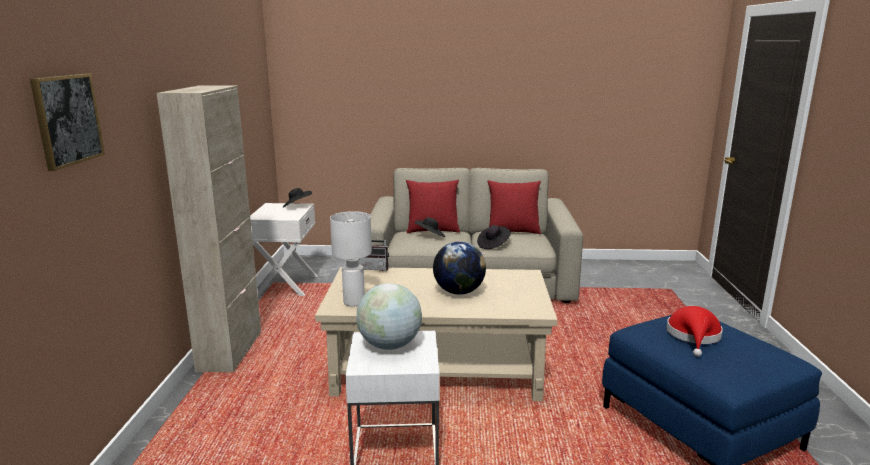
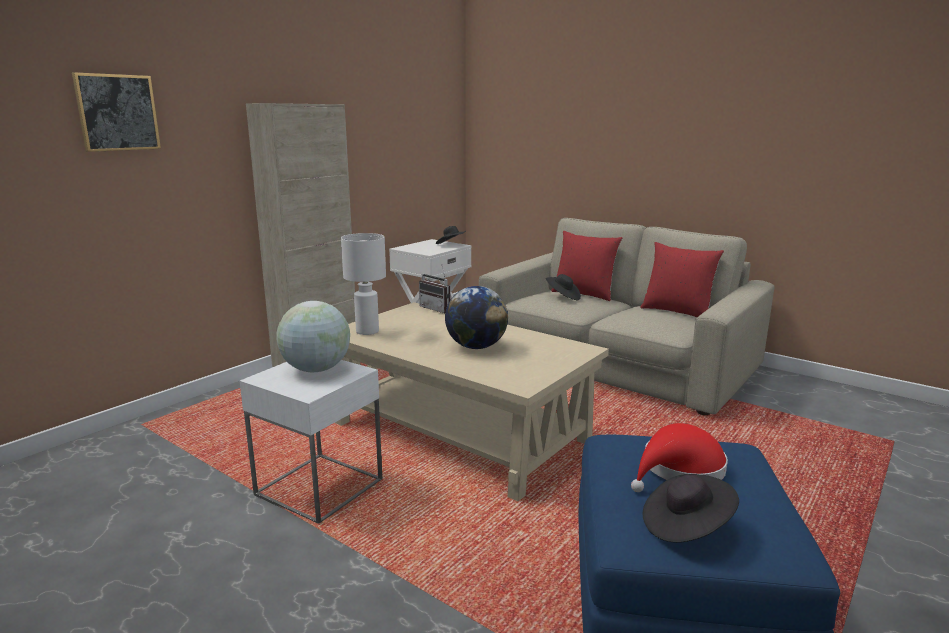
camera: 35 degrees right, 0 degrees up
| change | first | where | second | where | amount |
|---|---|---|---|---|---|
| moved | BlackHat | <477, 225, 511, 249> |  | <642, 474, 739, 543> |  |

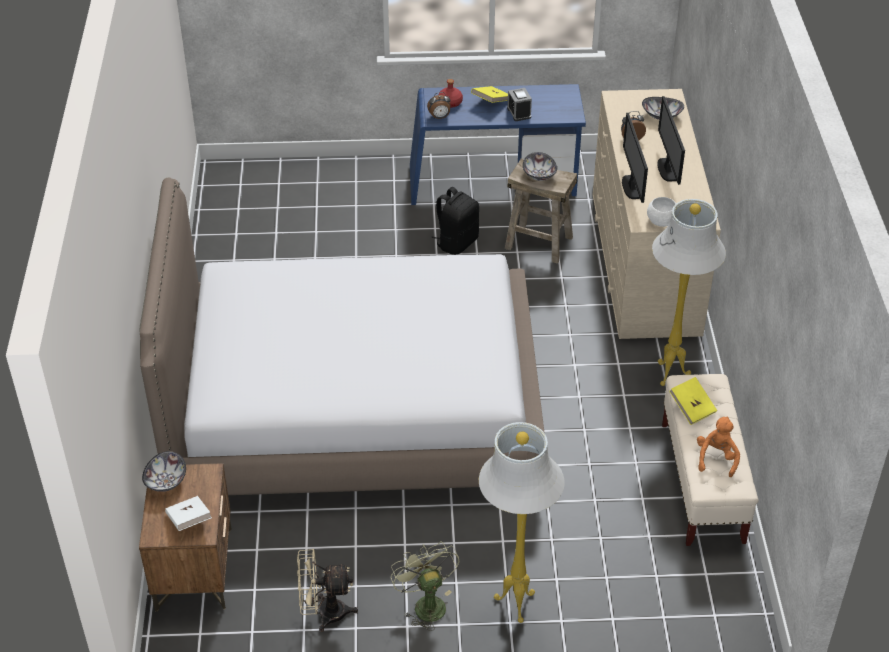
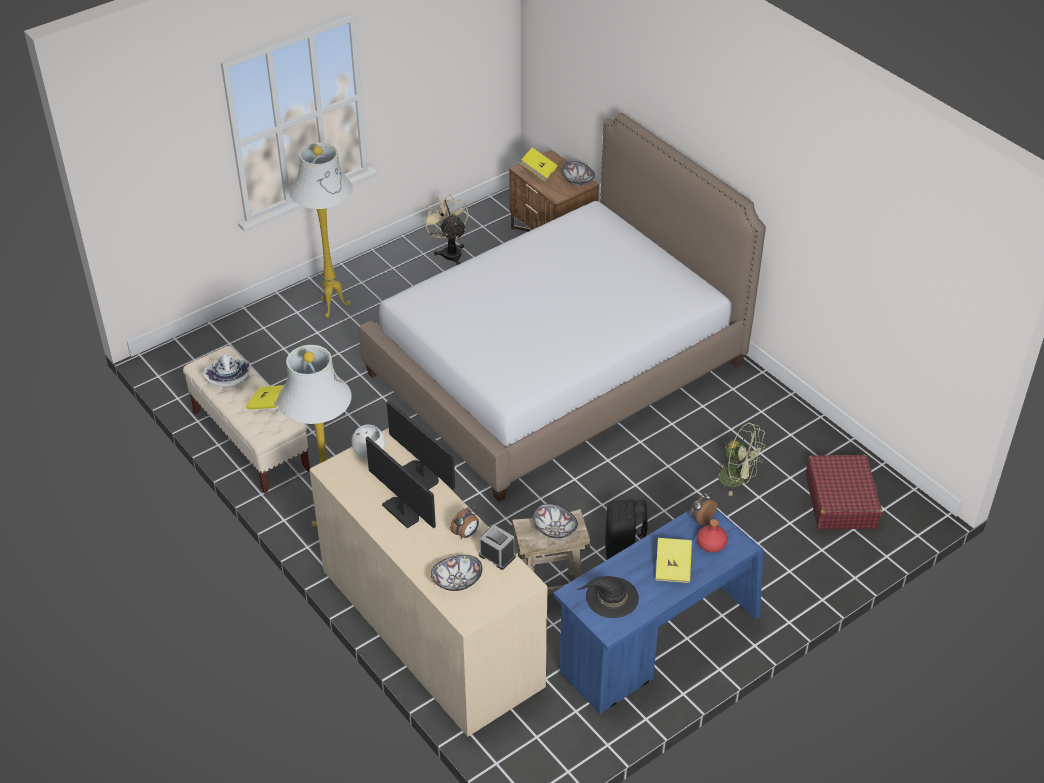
camera: 145 degrees right, 0 degrees up
| change | first | where | second | where | amount |
|---|---|---|---|---|---|
| recoloured | WhiteBook | <165, 496, 212, 531> | YellowBook | <520, 147, 558, 181> |  |
| turned | BeigeFan | <297, 549, 358, 632> |  | <422, 194, 468, 265> | 75 degrees counterclockwise |
| moved | GreenFan | <391, 541, 459, 631> |  | <715, 423, 766, 496> |  |
| moved | AlarmClock | <507, 88, 532, 121> |  | <479, 525, 516, 570> |  |
| replaced | OrangePlushToy | <697, 416, 740, 477> | WhiteHat | <203, 354, 251, 387> |  |
| added |  |  | BlackHat | <576, 576, 639, 618> |  |
| added |  |  | RedSuitcase | <806, 454, 882, 530> |  |

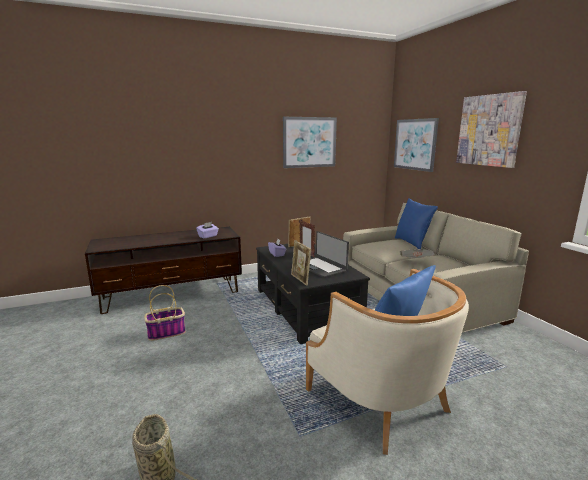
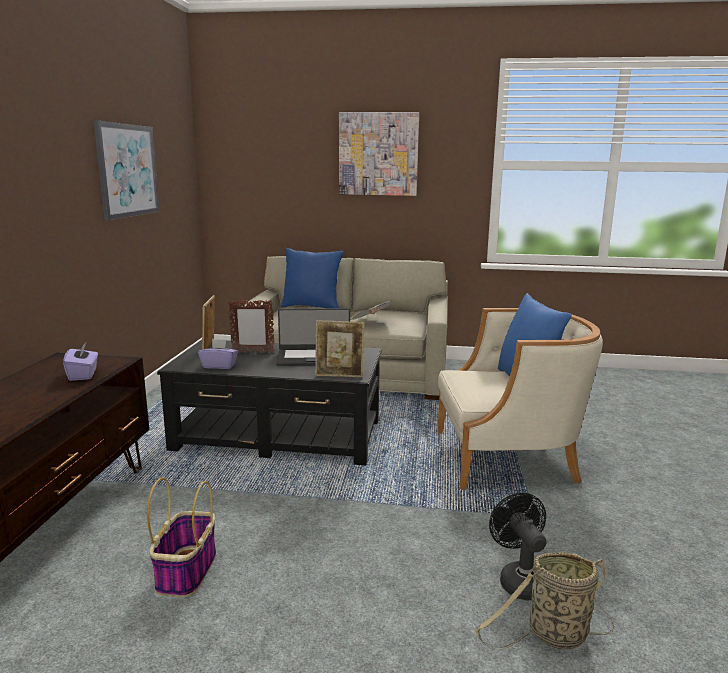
camera: 60 degrees left, 0 degrees up
| change | first | where | second | where | amount |
|---|---|---|---|---|---|
| removed | Picture | <394, 118, 439, 172> |  |  |  |
| added |  |  | BlackFan | <489, 493, 547, 601> |  |

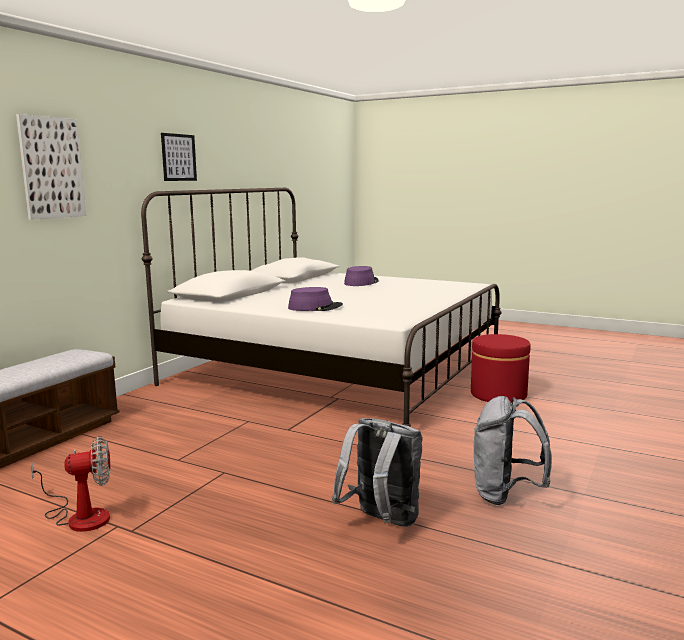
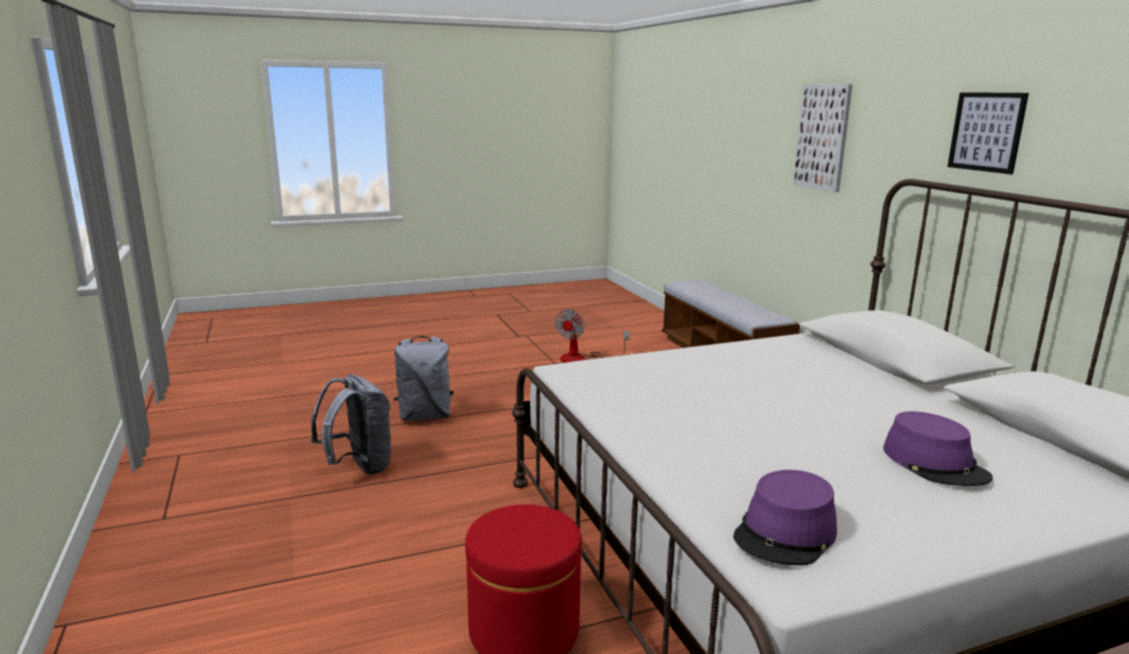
camera: 130 degrees right, 5 degrees up
| change | first | where | second | where | amount |
|---|---|---|---|---|---|
| moved | PurpleHat | <288, 287, 343, 311> |  | <733, 470, 837, 565> |  |

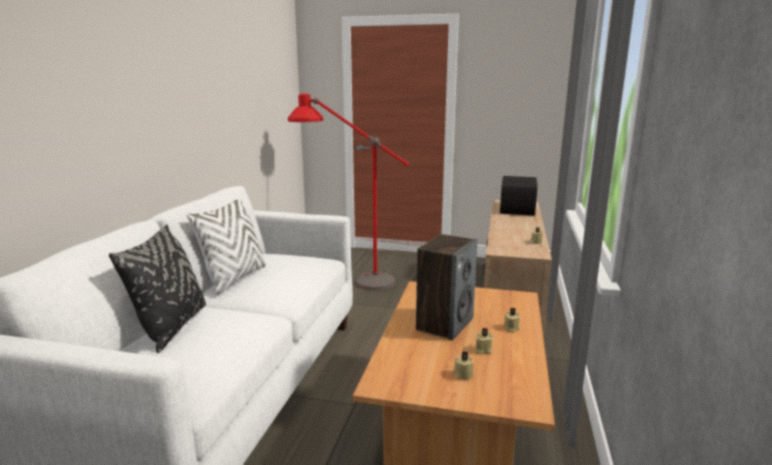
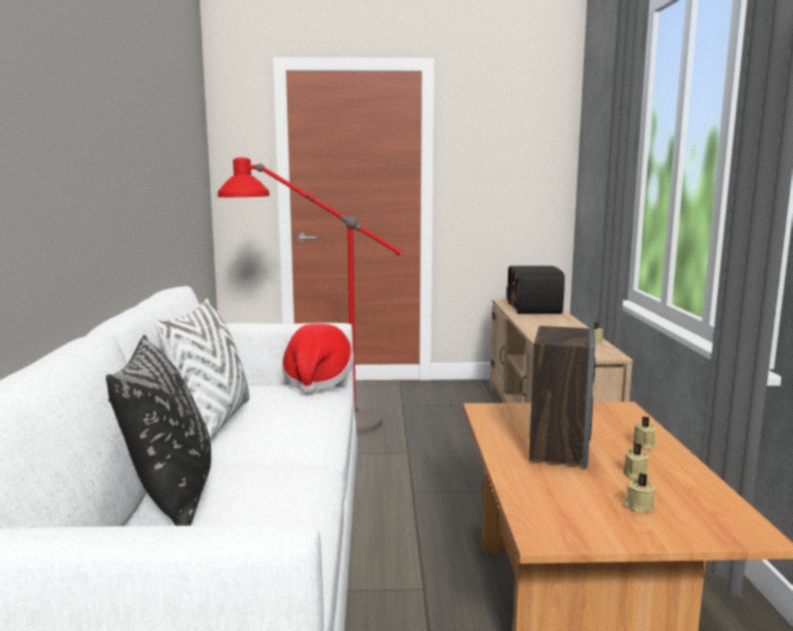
camera: 15 degrees left, 5 degrees down
| change | first | where | second | where | amount |
|---|---|---|---|---|---|
| added |  |  | Hat | <282, 324, 354, 394> |  |

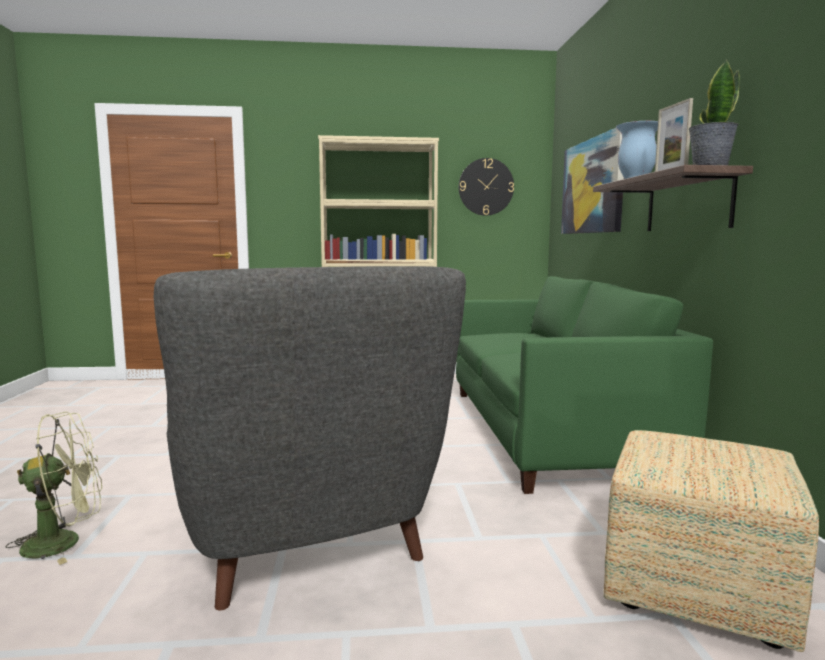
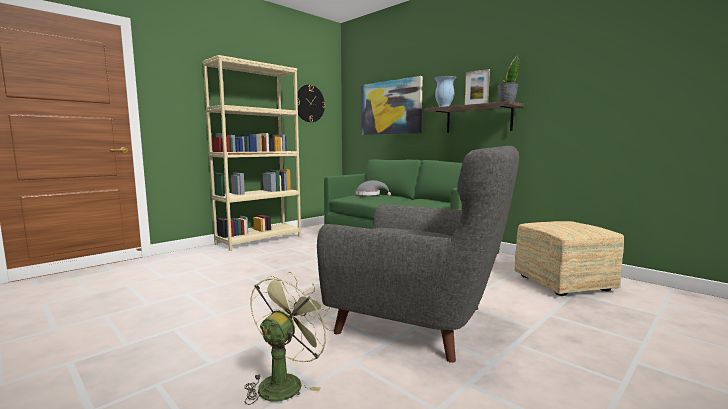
camera: 40 degrees left, 0 degrees up
| change | first | where | second | where | amount |
|---|---|---|---|---|---|
| added |  |  | GreyHat | <356, 180, 391, 196> |  |

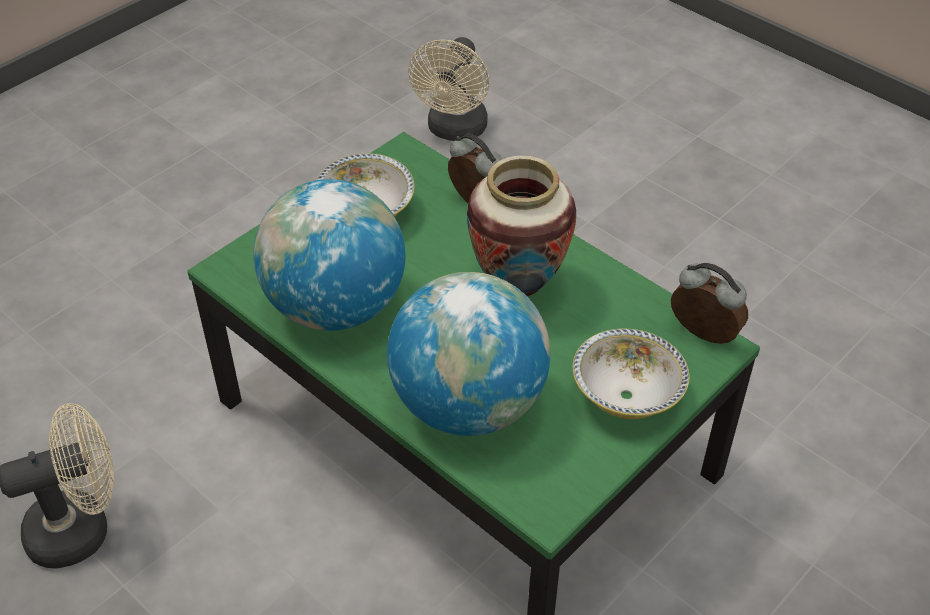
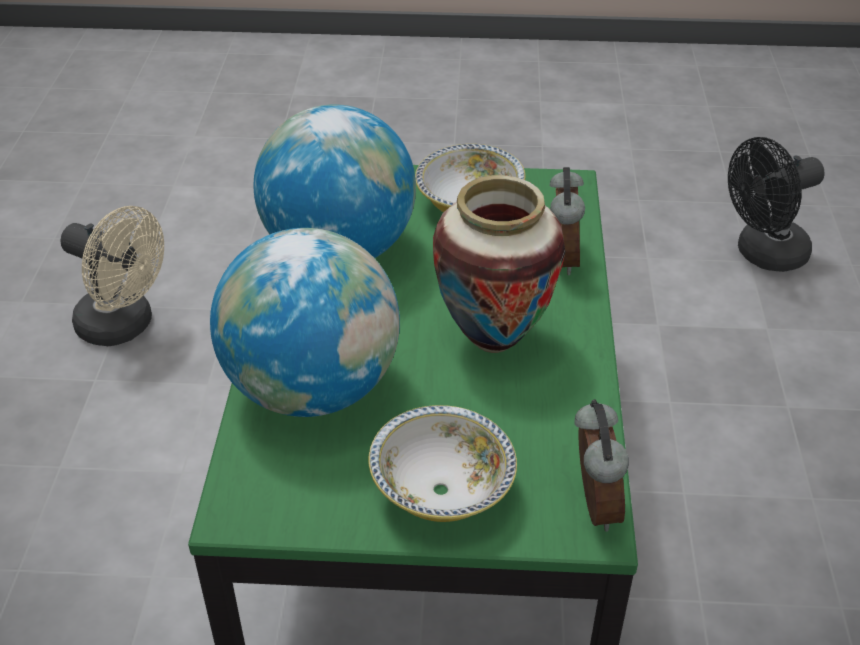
camera: 50 degrees right, 5 degrees down
| change | first | where | second | where | amount |
|---|---|---|---|---|---|
| recoloured | BeigeFan | <409, 37, 489, 141> | BlackFan | <728, 137, 825, 272> |  |

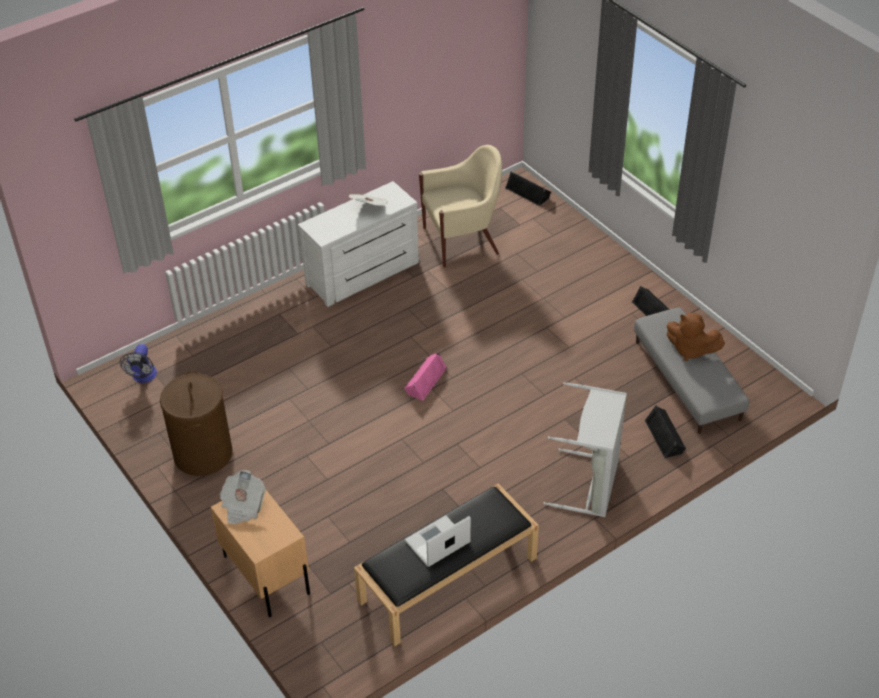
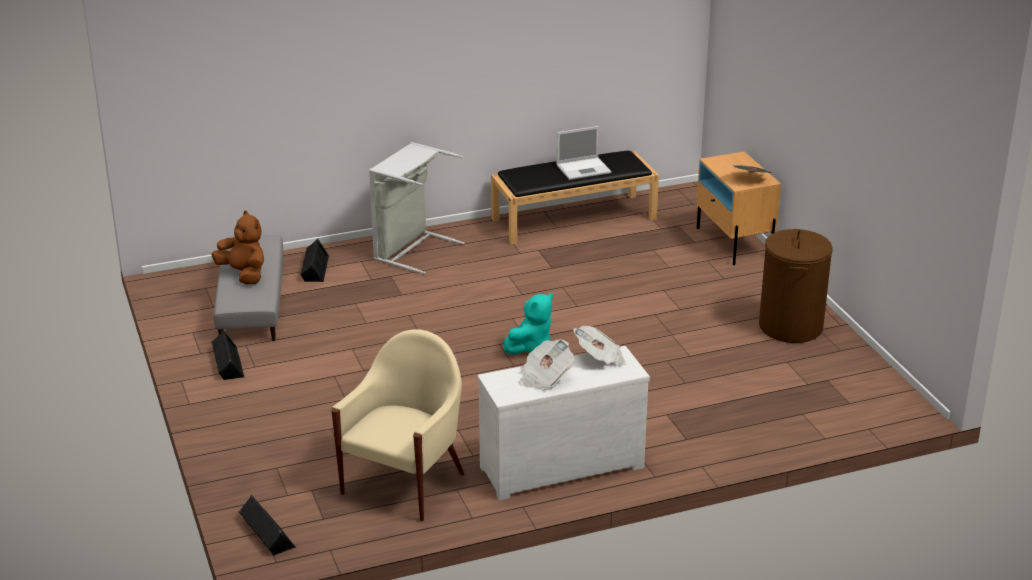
camera: 165 degrees left, 15 degrees down
| change | first | where | second | where | amount |
|---|---|---|---|---|---|
| removed | Fan | <120, 344, 157, 383> |  |  |  |
| replaced | PinkSpeaker | <404, 352, 447, 401> | TurquoisePlushToy | <504, 293, 553, 355> |  |
| turned | BeigeArmchair | <419, 145, 502, 267> |  | <331, 329, 464, 521> | 120 degrees clockwise |
| added |  |  | Newspaper | <573, 326, 627, 365> |  |

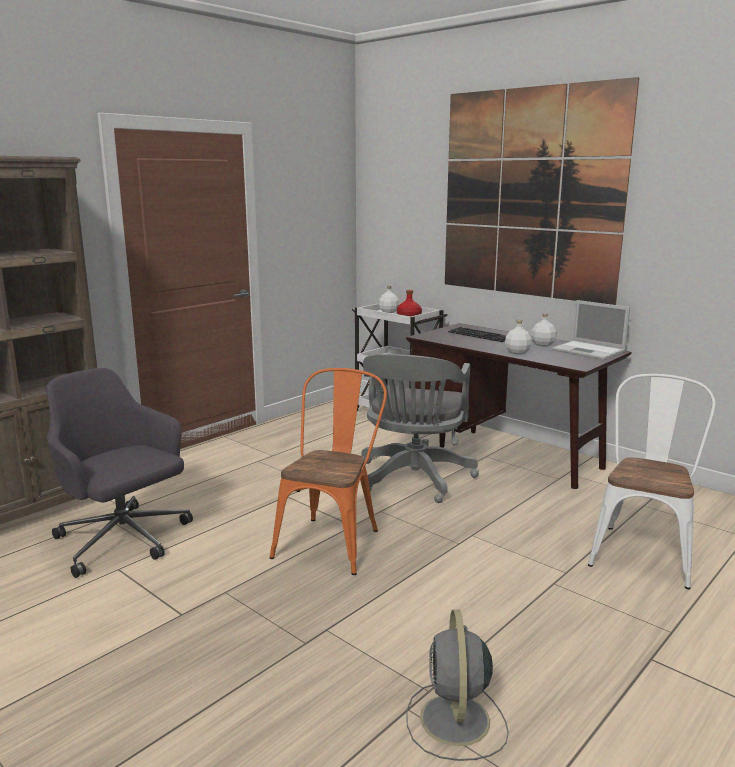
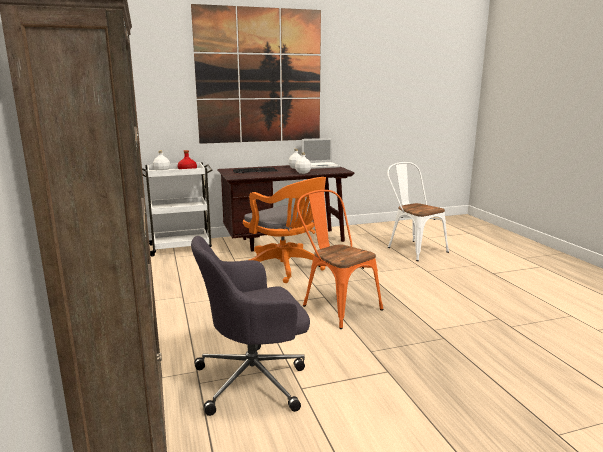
camera: 60 degrees left, 0 degrees up
| change | first | where | second | where | amount |
|---|---|---|---|---|---|
| recoloured | GreyOfficeChair | <362, 354, 479, 503> | OrangeOfficeChair | <243, 177, 326, 283> |  |
| removed | GreyFan | <406, 610, 509, 761> |  |  |  |

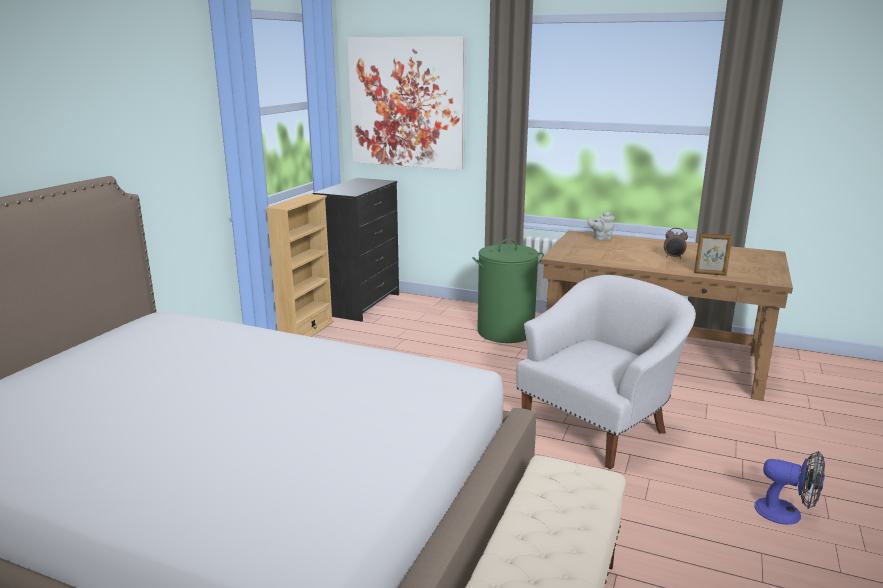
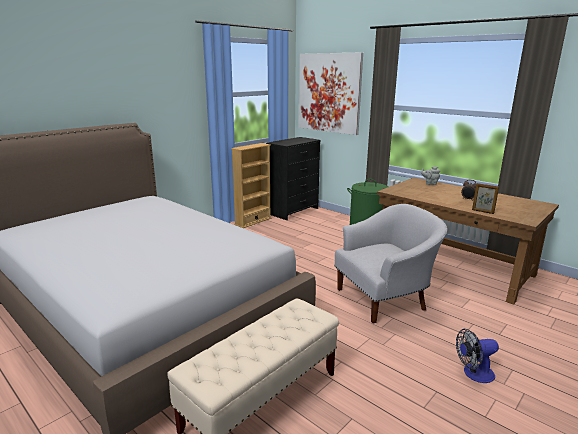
camera: 20 degrees right, 0 degrees up
| change | first | where | second | where | amount |
|---|---|---|---|---|---|
| turned | Fan | <754, 451, 825, 525> |  | <456, 329, 499, 383> | 120 degrees clockwise |

